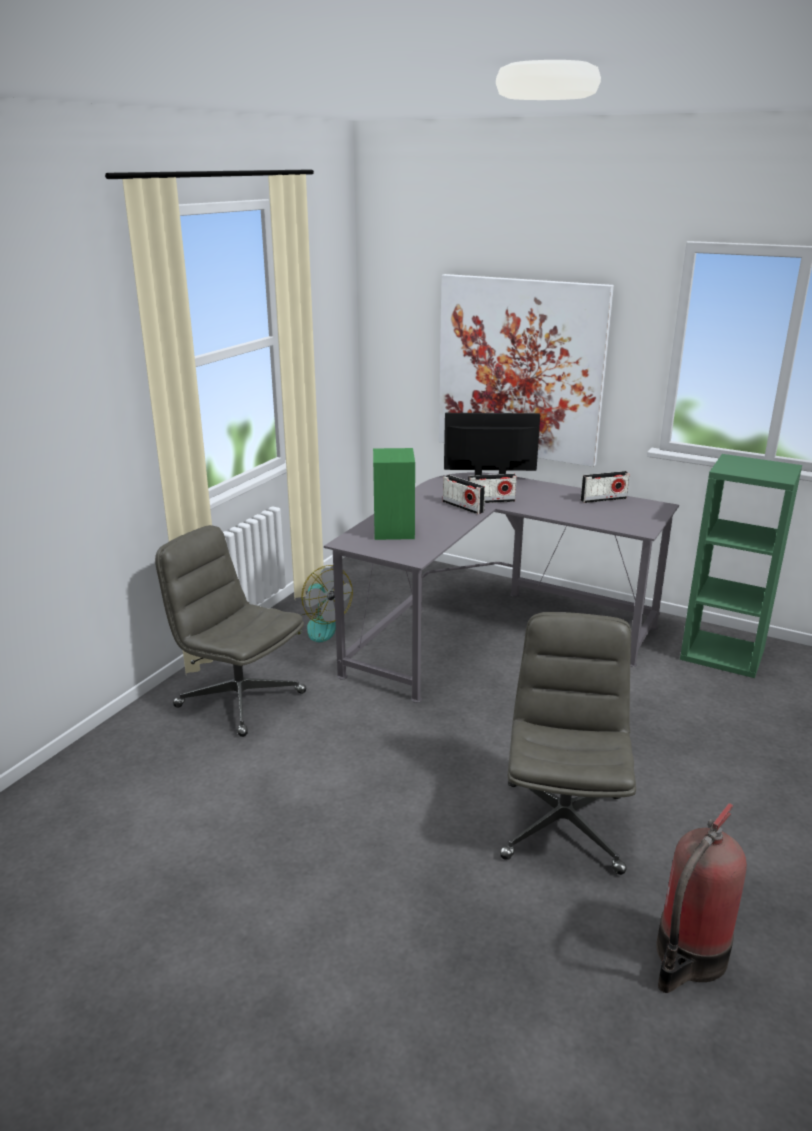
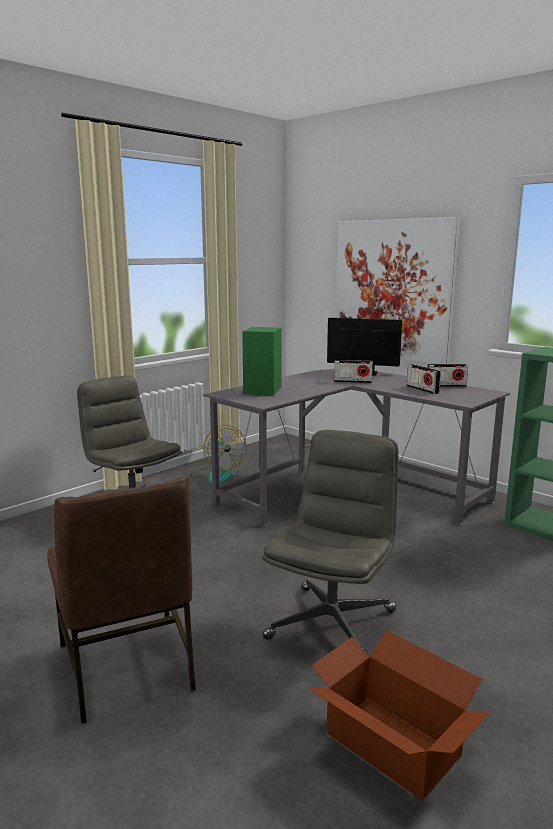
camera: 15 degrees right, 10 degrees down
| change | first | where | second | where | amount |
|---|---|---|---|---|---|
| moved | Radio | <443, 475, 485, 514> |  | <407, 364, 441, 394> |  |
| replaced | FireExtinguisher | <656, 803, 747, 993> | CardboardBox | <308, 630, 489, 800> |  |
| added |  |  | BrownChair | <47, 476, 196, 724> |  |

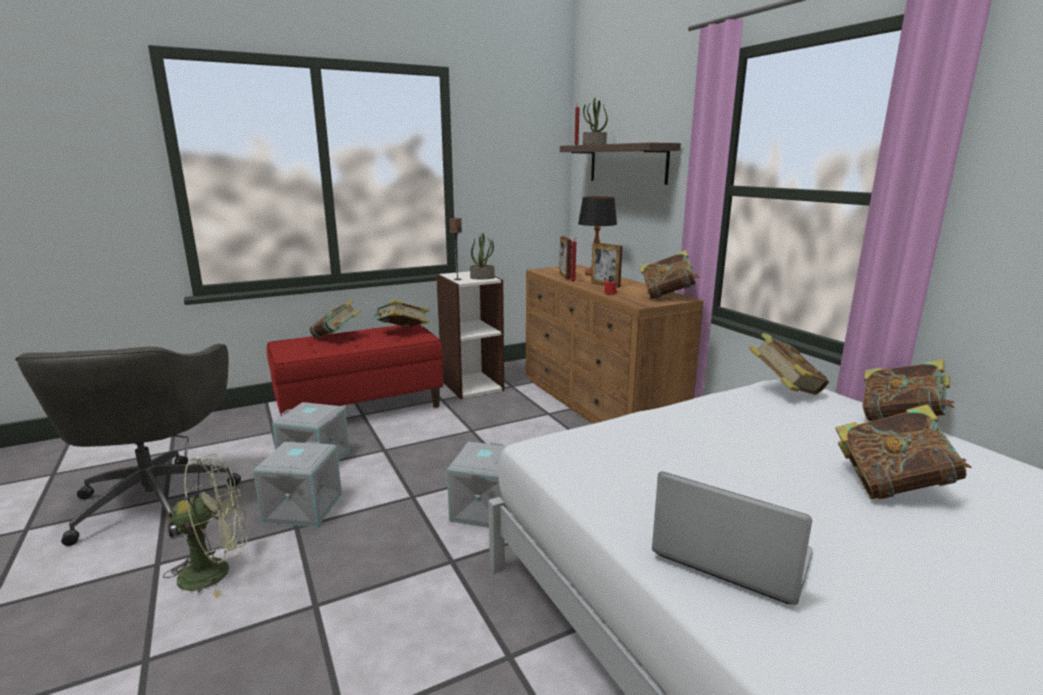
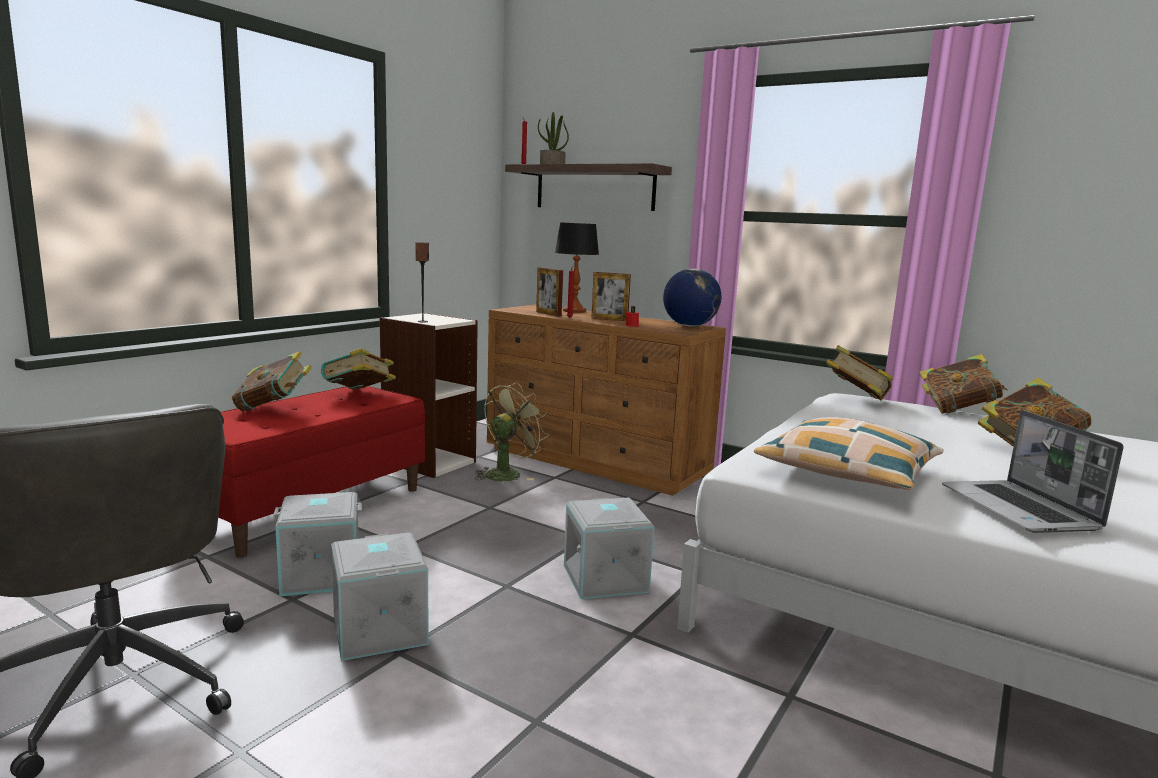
camera: 30 degrees left, 5 degrees down
| change | first | where | second | where | amount |
|---|---|---|---|---|---|
| moved | GreenFan | <163, 453, 247, 598> |  | <475, 382, 549, 481> |  |
| removed | PottedPlant | <470, 233, 494, 279> |  |  |  |
| replaced | Book | <640, 250, 700, 299> | Globe | <663, 268, 721, 326> |  |
| turned | Laptop | <652, 472, 813, 605> |  | <942, 410, 1123, 533> | 105 degrees counterclockwise |
| added |  |  | Pillow | <754, 417, 944, 490> |  |

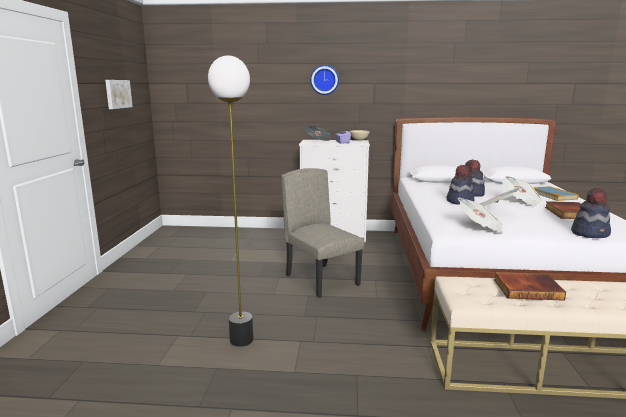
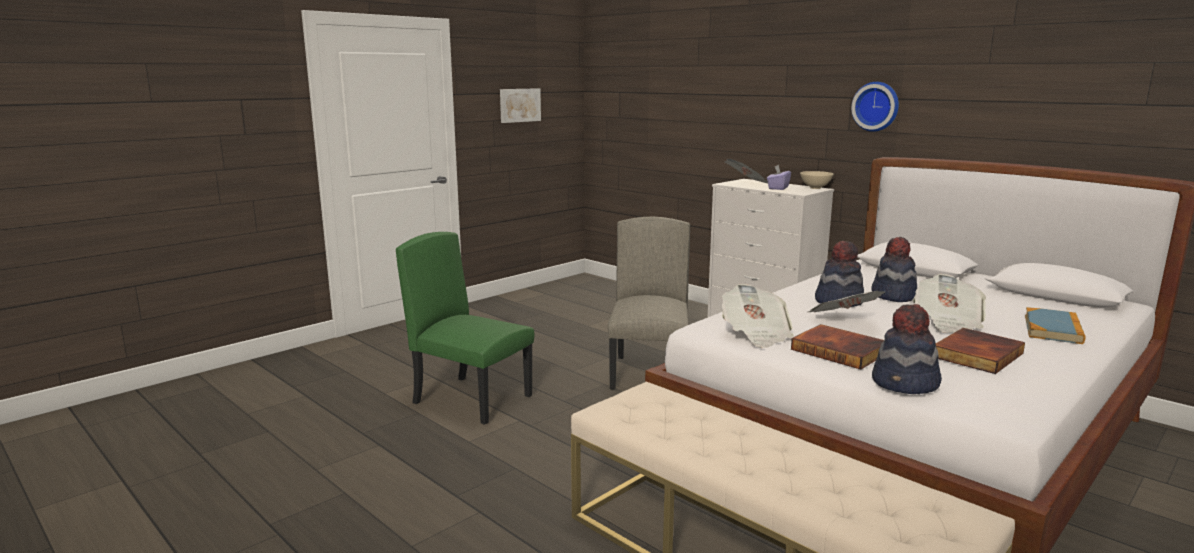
camera: 40 degrees right, 0 degrees up
| change | first | where | second | where | amount |
|---|---|---|---|---|---|
| replaced | FloorLamp | <208, 55, 253, 347> | GreenChair | <396, 232, 534, 425> |  |
| moved | WallClock | <310, 65, 339, 95> |  | <851, 82, 899, 132> |  |
| moved | Book | <494, 272, 566, 301> |  | <791, 324, 884, 370> |  |

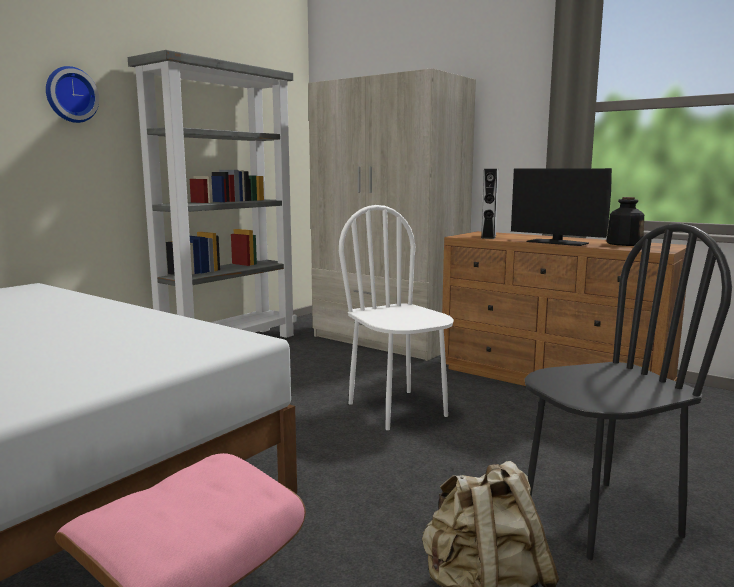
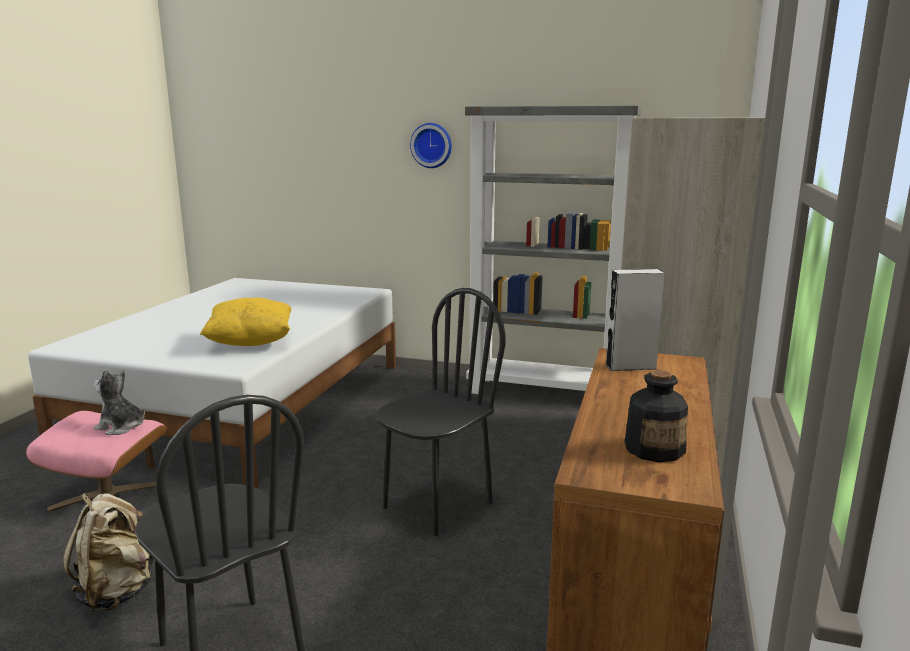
camera: 70 degrees right, 5 degrees up
| change | first | where | second | where | amount |
|---|---|---|---|---|---|
| recoloured | WhiteChair | <339, 205, 454, 430> | BlackChair | <375, 288, 505, 536> |  |
| removed | Monitor | <511, 168, 612, 246> |  |  |  |
| added |  |  | PlushToy | <93, 369, 145, 435> |  |
| added |  |  | YellowPillow | <200, 298, 291, 346> |  |

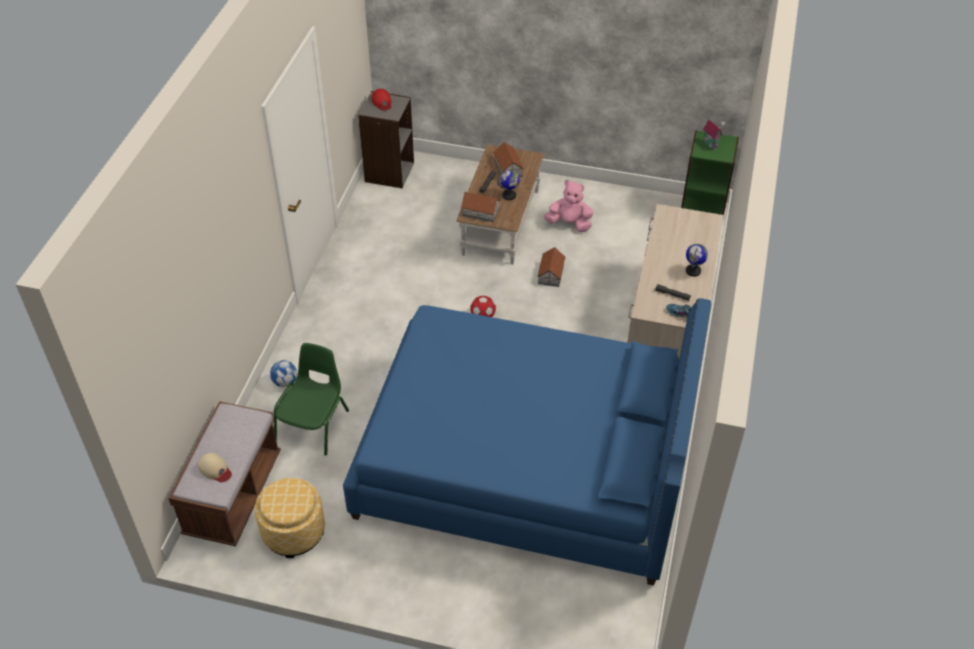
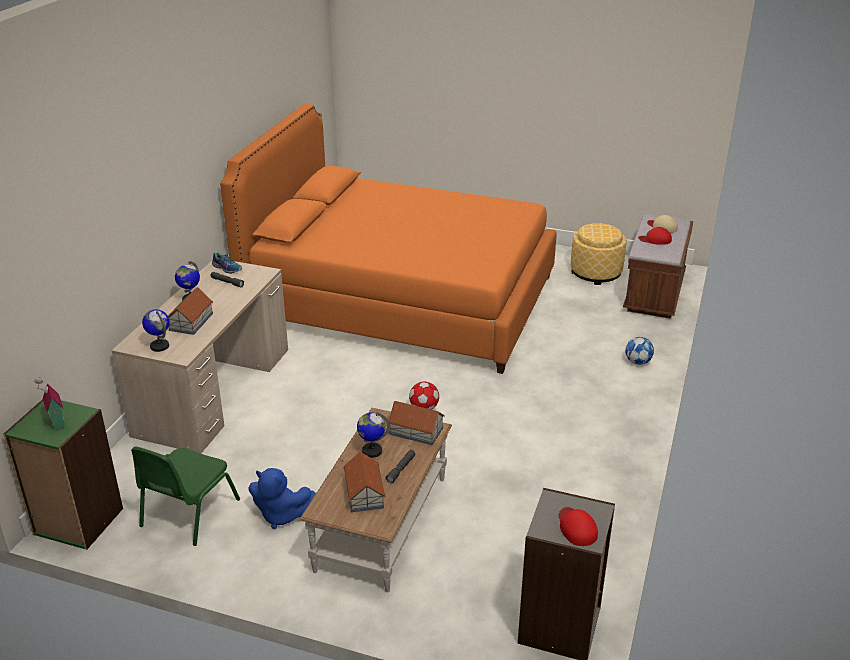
camera: 175 degrees left, 15 degrees down
| change | first | where | second | where | amount |
|---|---|---|---|---|---|
| moved | GreenChair | <274, 343, 349, 456> |  | <131, 447, 240, 546> |  |
| recoloured | BlueBed | <343, 298, 711, 586> | OrangeBed | <220, 104, 557, 374> |  |
| moved | ToyHouse | <537, 247, 565, 287> |  | <168, 287, 213, 335> |  |
| recoloured | PinkPlushToy | <544, 180, 593, 232> | BluePlushToy | <249, 468, 316, 529> |  |
| added |  |  | Globe | <142, 309, 170, 352> |  |
| added |  |  | RedCap | <638, 227, 672, 245> |  |

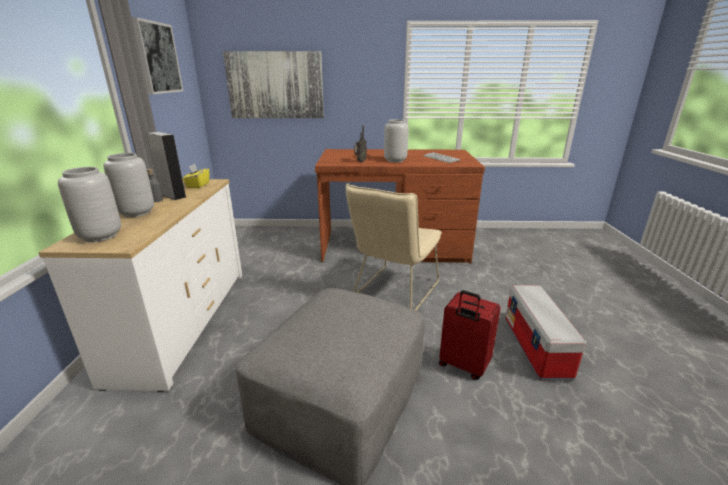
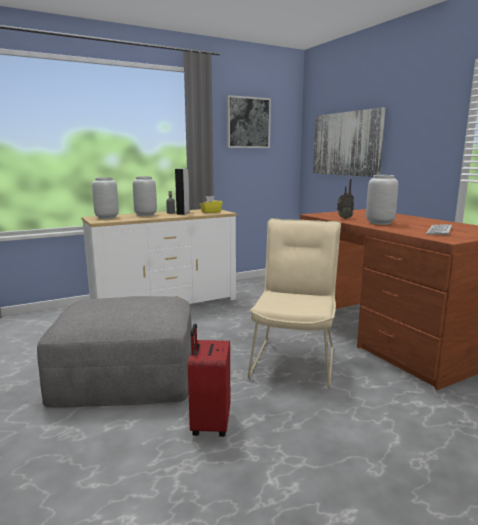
camera: 60 degrees right, 10 degrees down
| change | first | where | second | where | amount |
|---|---|---|---|---|---|
| turned | BeigeChair | <346, 183, 442, 311> |  | <248, 218, 341, 388> | 105 degrees clockwise |
| removed | StorageBox | <505, 285, 586, 381> |  |  |  |

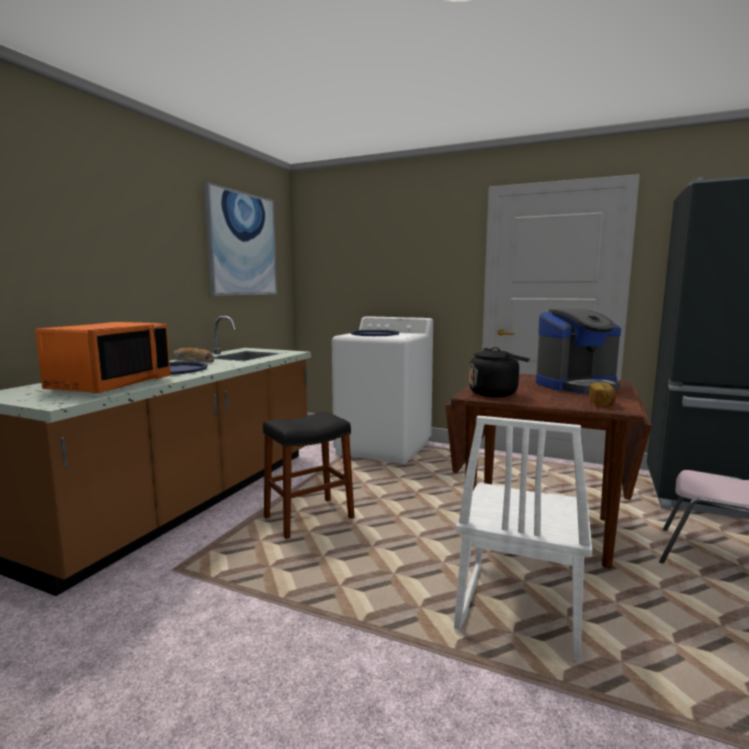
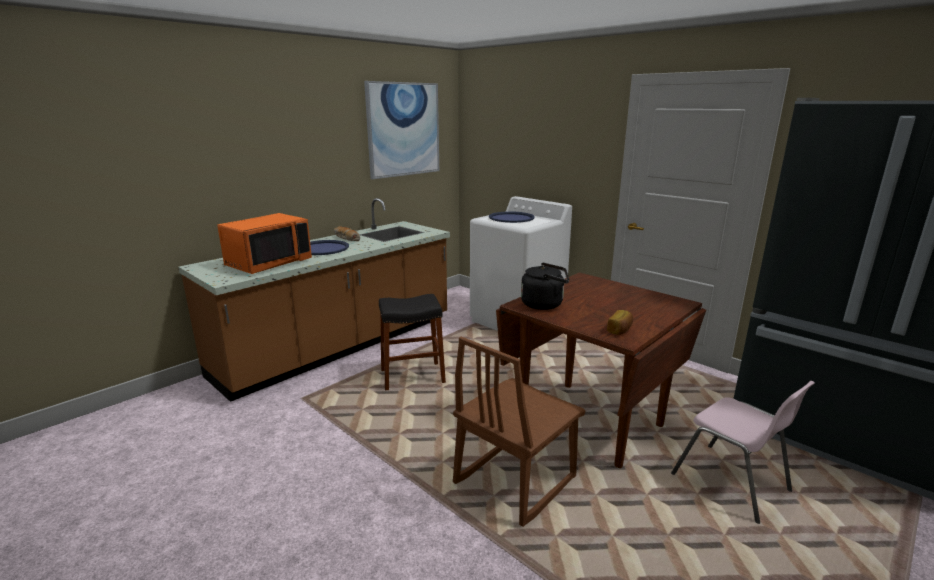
camera: 20 degrees right, 10 degrees up
| change | first | where | second | where | amount |
|---|---|---|---|---|---|
| recoloured | WhiteChair | <454, 416, 592, 662> | BrownChair | <453, 337, 585, 527> |  |
| removed | CoffeeMachine | <536, 309, 621, 393> |  |  |  |

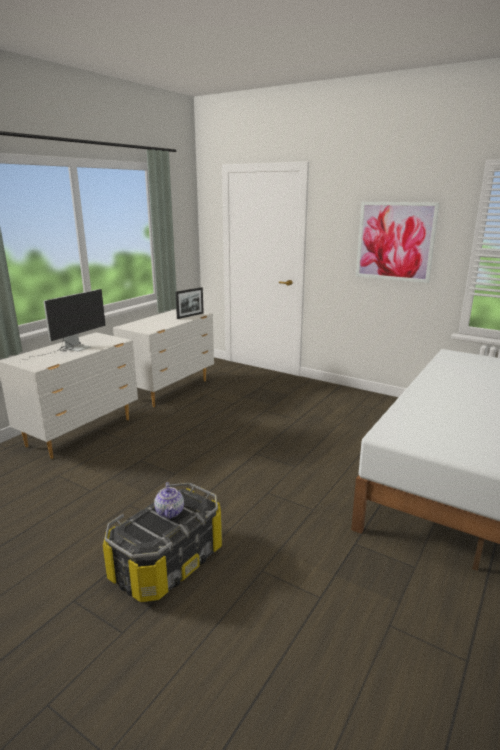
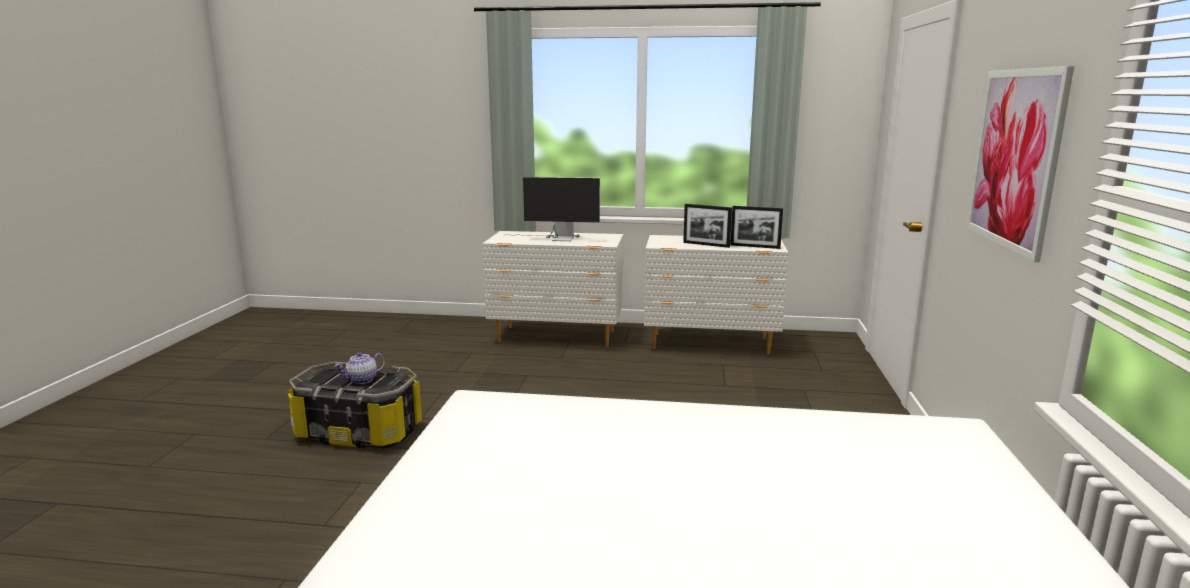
camera: 65 degrees right, 5 degrees down
| change | first | where | second | where | amount |
|---|---|---|---|---|---|
| added |  |  | PictureFrame | <683, 204, 732, 248> |  |

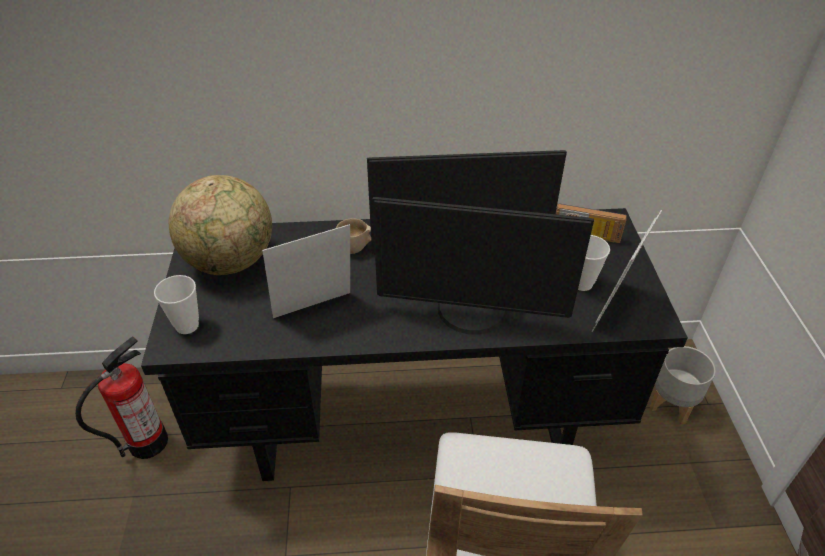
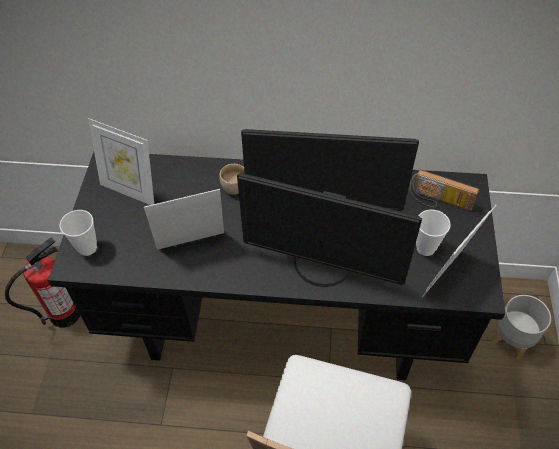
camera: 10 degrees right, 10 degrees up
| change | first | where | second | where | amount |
|---|---|---|---|---|---|
| replaced | Globe | <169, 175, 272, 275> | PictureFrame | <88, 118, 154, 205> |  |

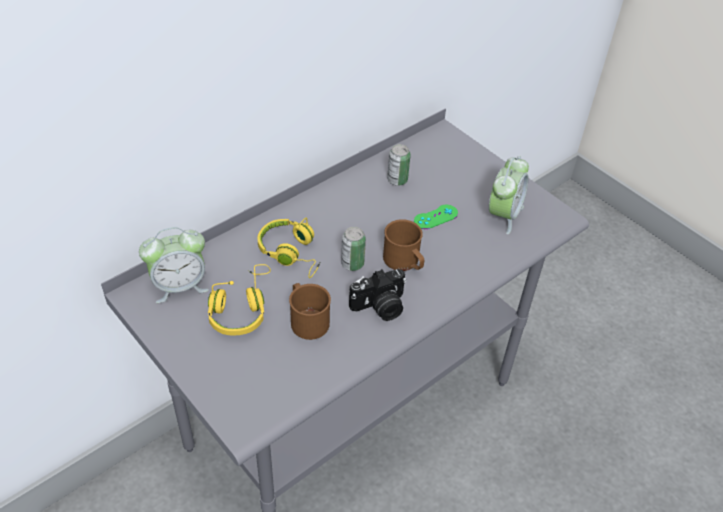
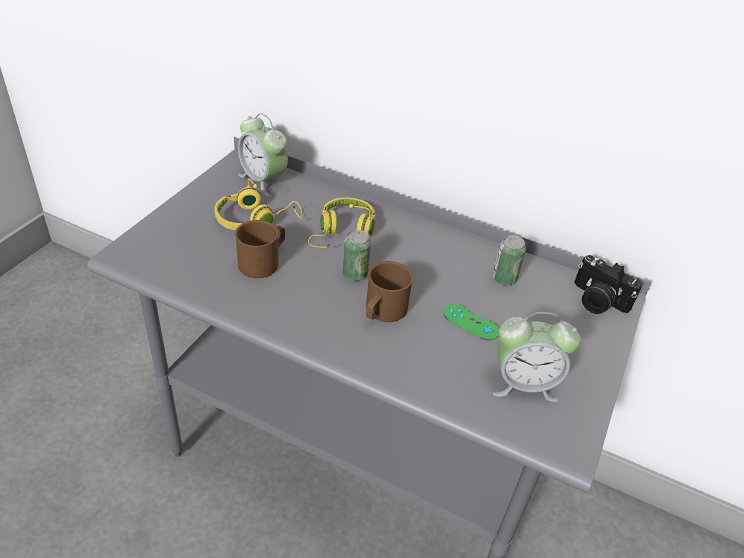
camera: 65 degrees right, 5 degrees down
| change | first | where | second | where | amount |
|---|---|---|---|---|---|
| moved | PhotoCamera | <349, 269, 406, 321> |  | <574, 255, 642, 314> |  |

